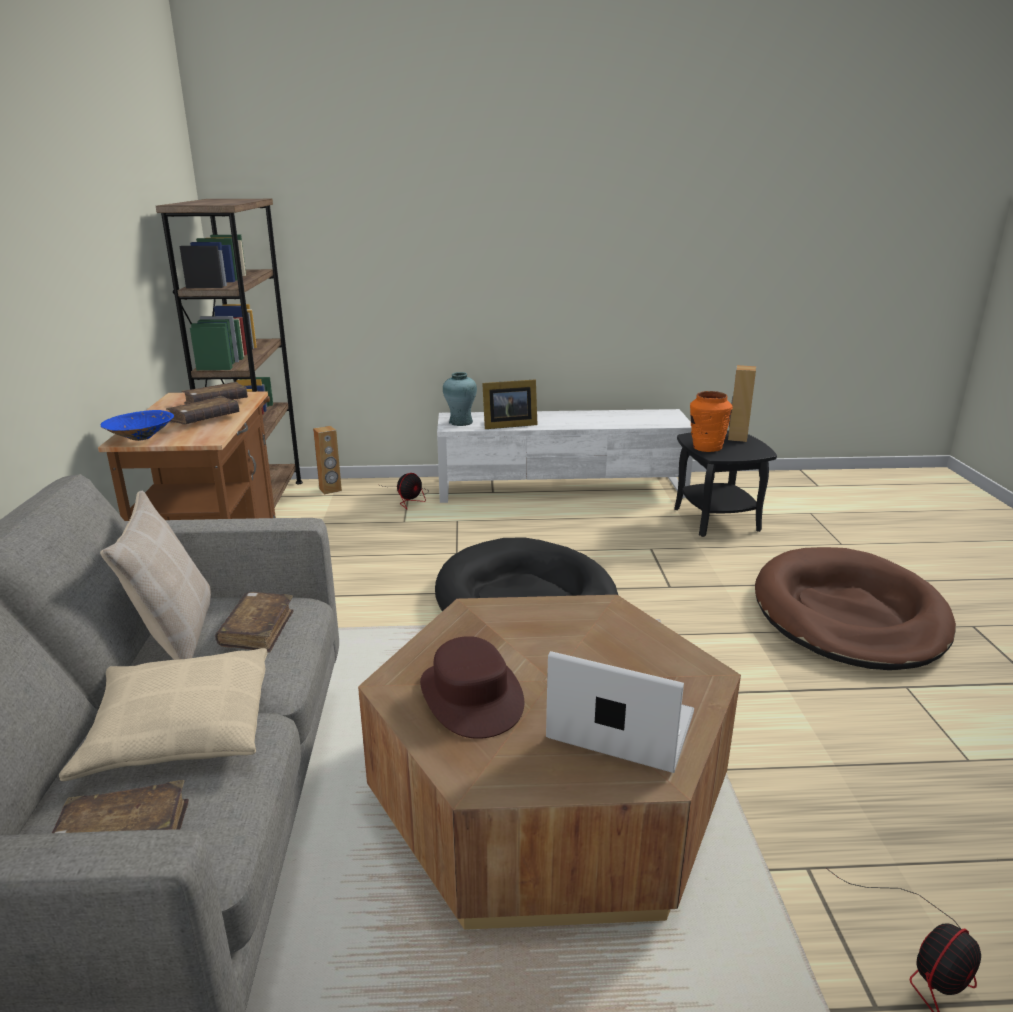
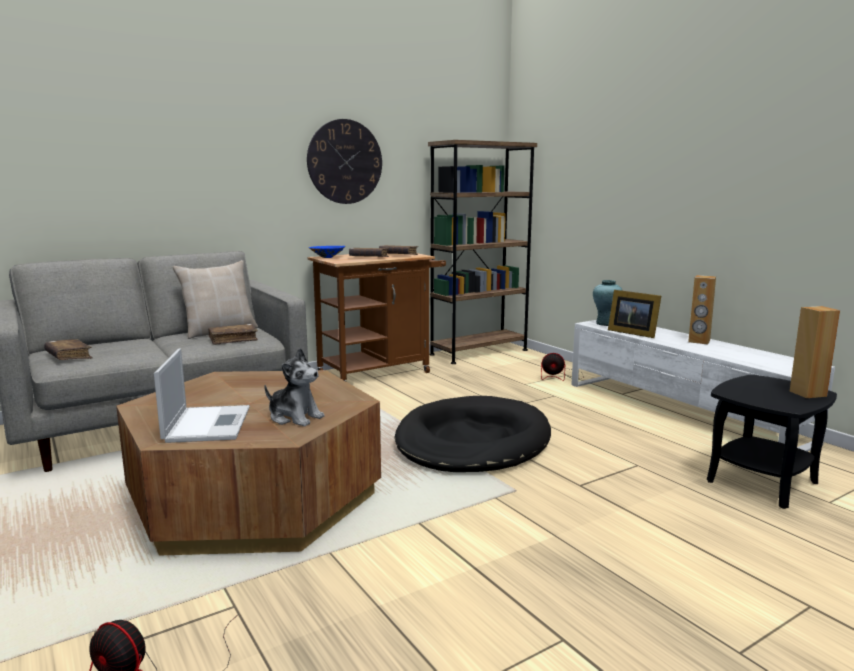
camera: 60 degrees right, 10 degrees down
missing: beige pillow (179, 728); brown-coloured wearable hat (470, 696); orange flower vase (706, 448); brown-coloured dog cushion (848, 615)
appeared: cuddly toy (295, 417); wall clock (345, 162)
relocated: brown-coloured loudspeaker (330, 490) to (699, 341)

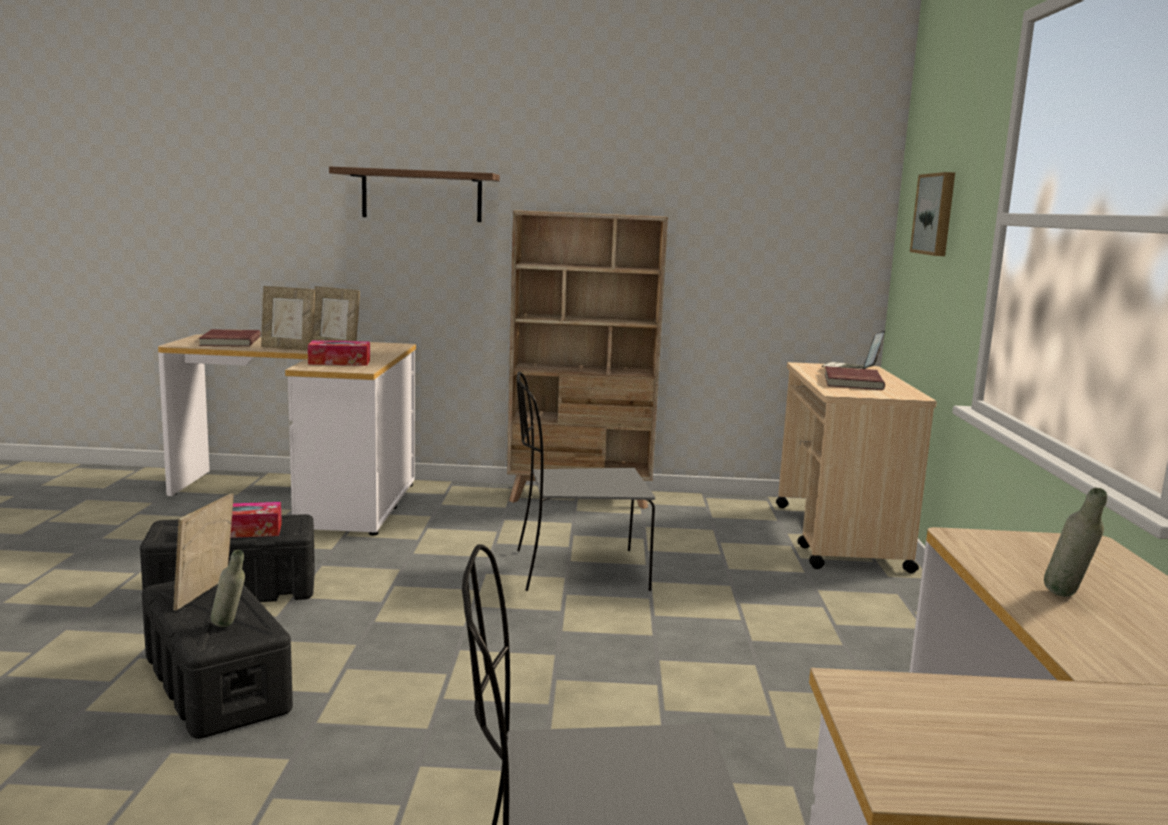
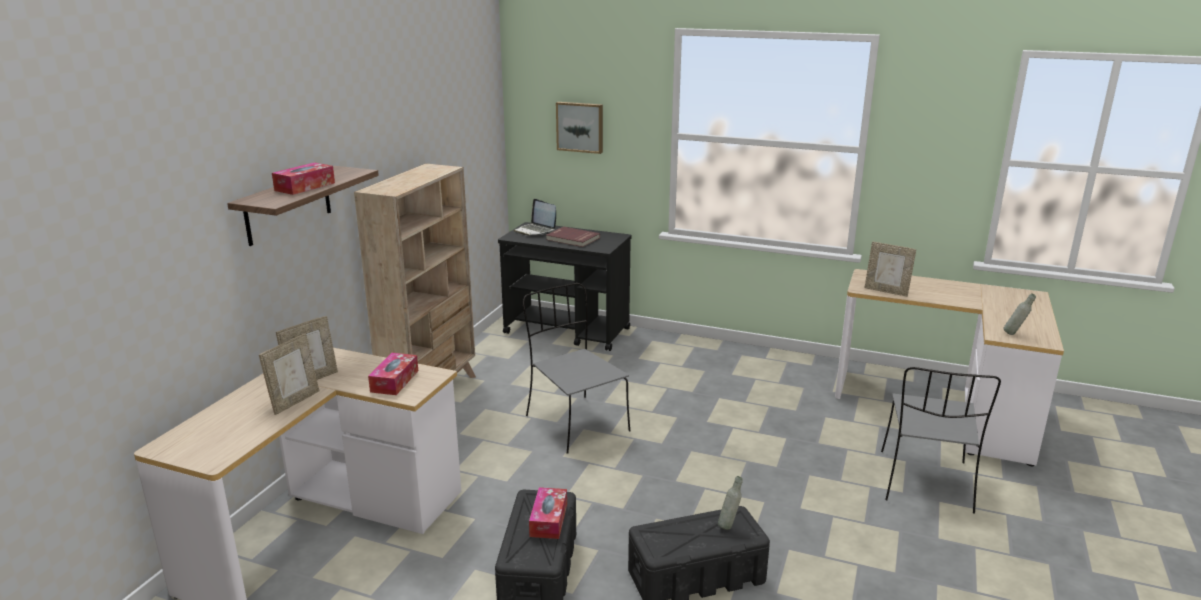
camera: 70 degrees left, 10 degrees up
missing: red volume (229, 341)
appeared: box of tissues (305, 187)
relocated: standing frame (206, 594) to (886, 291); greyish bottle (1067, 598) to (1015, 334)
colour: beige cart (839, 537) to black-coloured cart (568, 331)
spun: greyish chair (576, 570) = (575, 422) 135 degrees clockwise

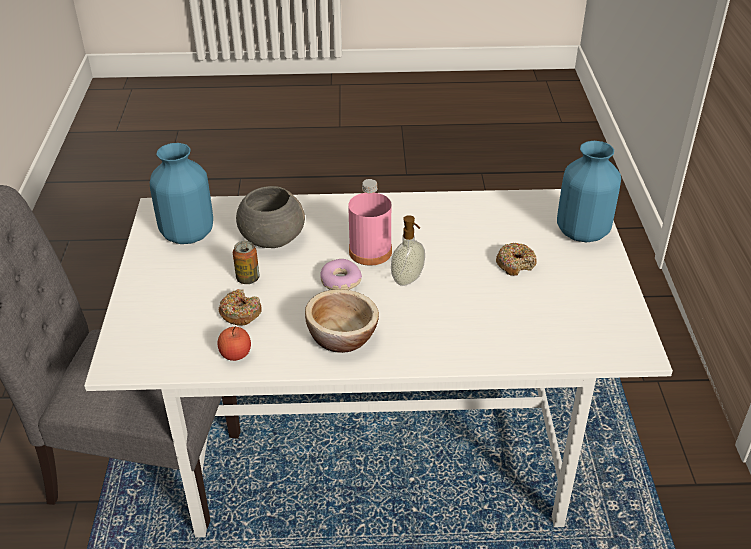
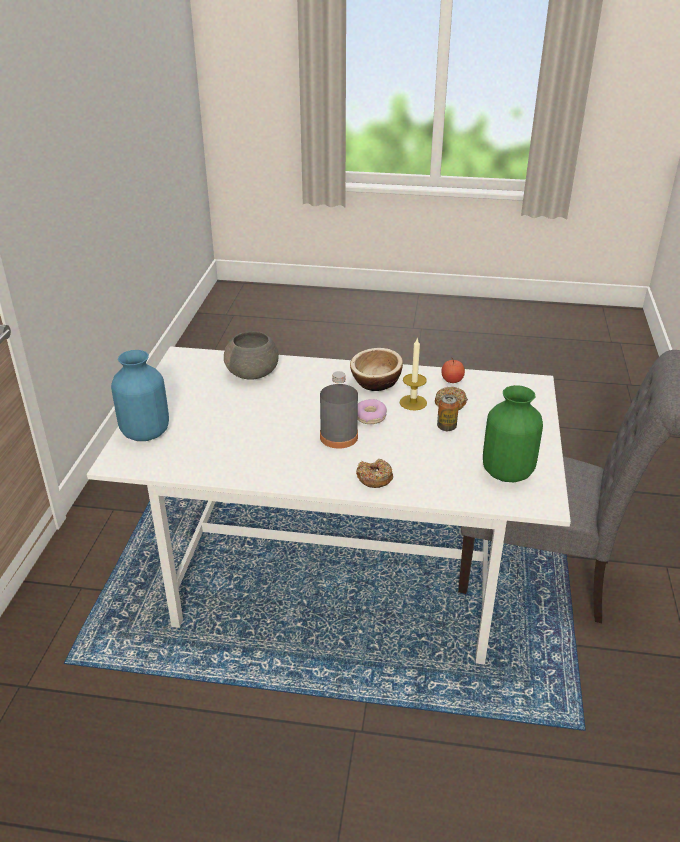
camera: 170 degrees left, 5 degrees down
missing: liquid soap bottle (408, 280)
appeared: candle (413, 402)
relocated: greyish serving bowl (271, 238) to (253, 373); ring doughnut (515, 264) to (374, 478)
colour: blue flower vase (188, 233) to green flower vase (506, 472); pink bottle (370, 252) to greyish bottle (339, 437)

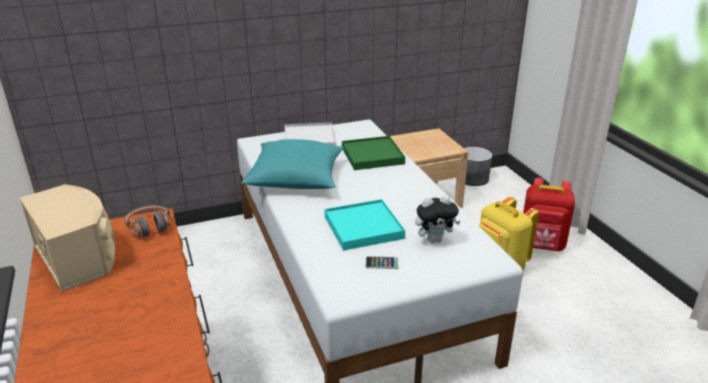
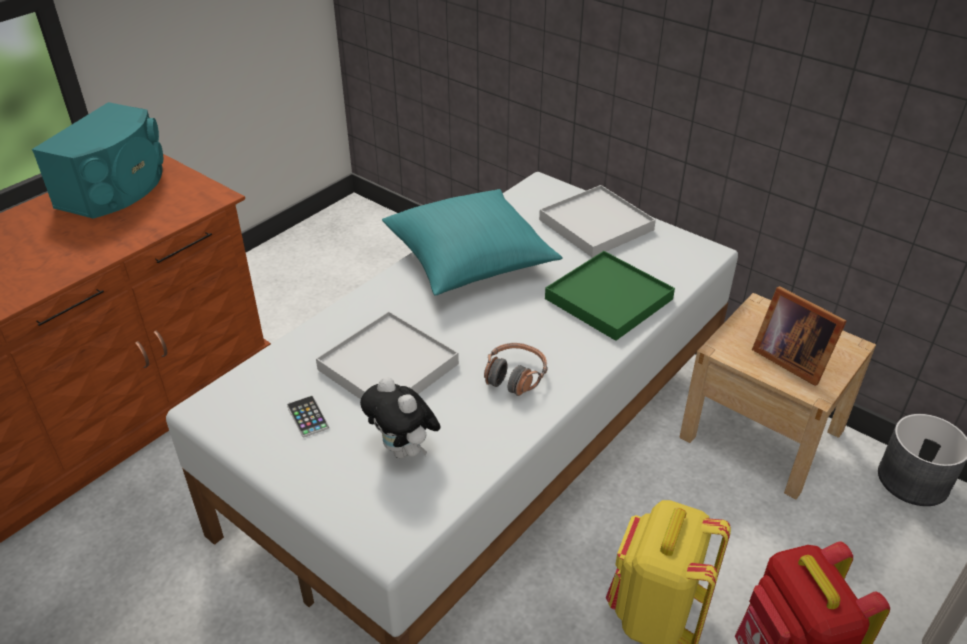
camera: 60 degrees right, 10 degrees up
appeared: standing frame (789, 358)
relocated: headphones (150, 227) to (514, 376)
colour: beige loudspeaker (78, 257) to turquoise-coloured loudspeaker (117, 188); turquoise-coloured serving tray (363, 227) to white serving tray (388, 367)

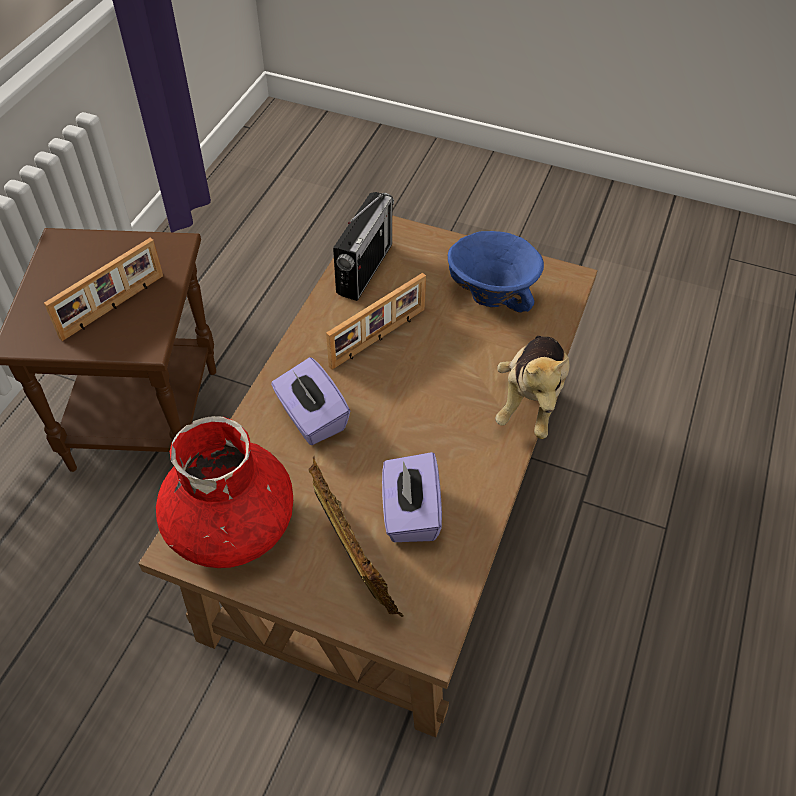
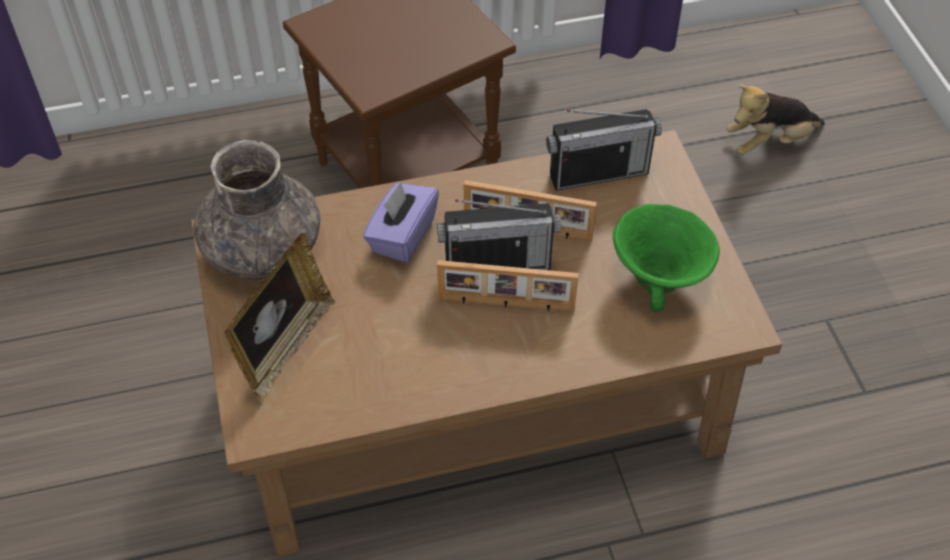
camera: 55 degrees right, 0 degrees up
missing: purple-coloured box of tissues (410, 513)
appeared: radio (497, 264)
relocated: standing frame (114, 307) to (506, 304); cuddly toy (531, 400) to (769, 142)
colour: red flower vase (232, 524) to greyish flower vase (263, 250); blue serving bowl (491, 294) to green serving bowl (660, 278)

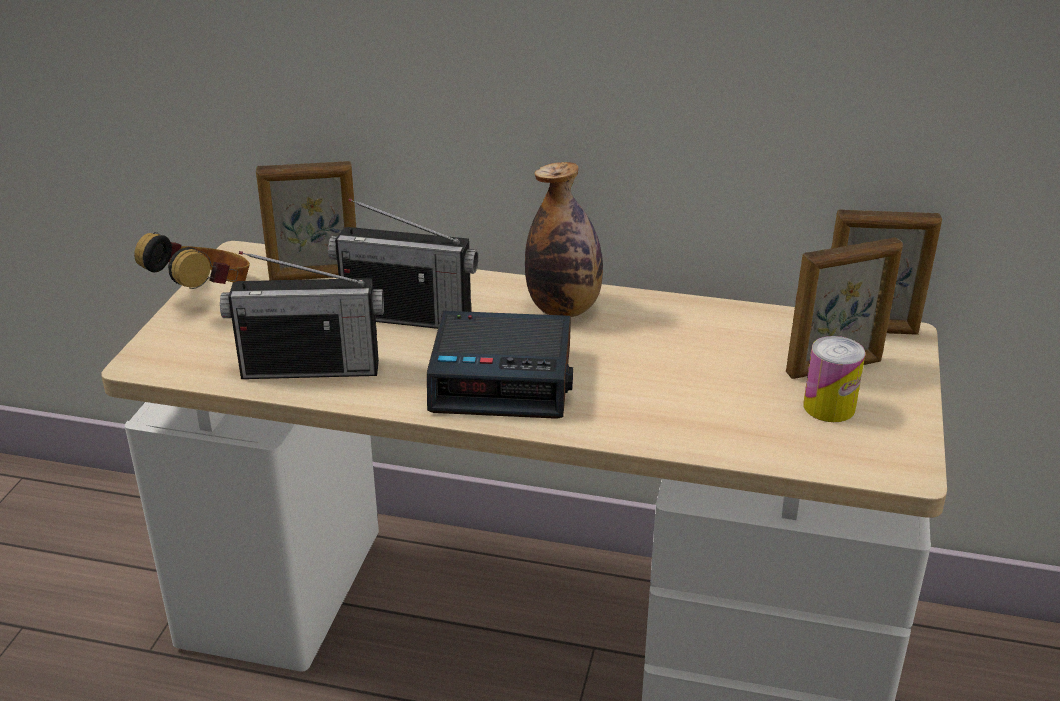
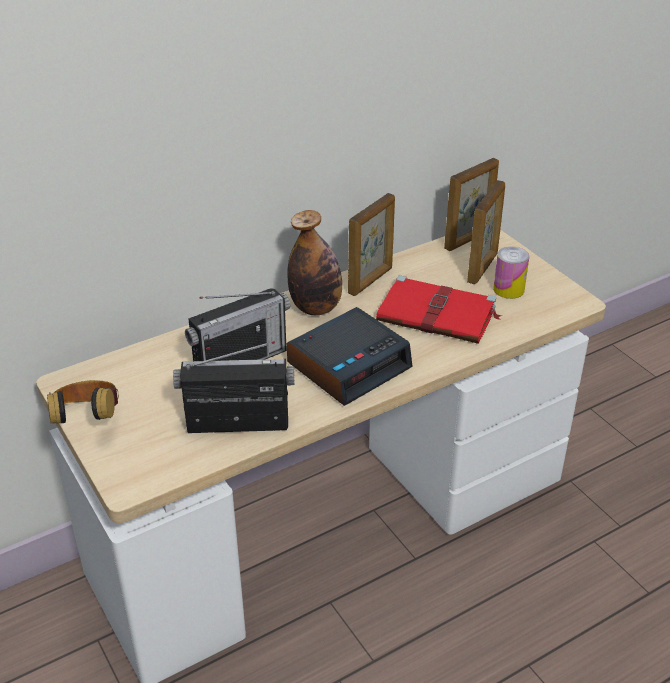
camera: 45 degrees left, 5 degrees up
appeared: red volume (438, 315)
relocated: standing frame (315, 277) to (371, 280)
spun: radio (311, 368) = (237, 423) 135 degrees counterclockwise

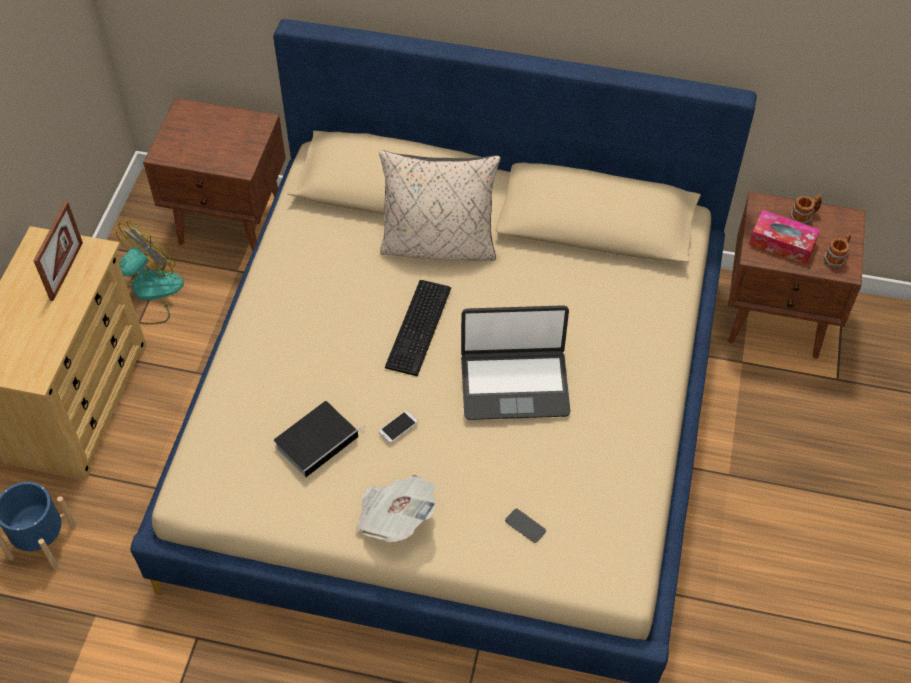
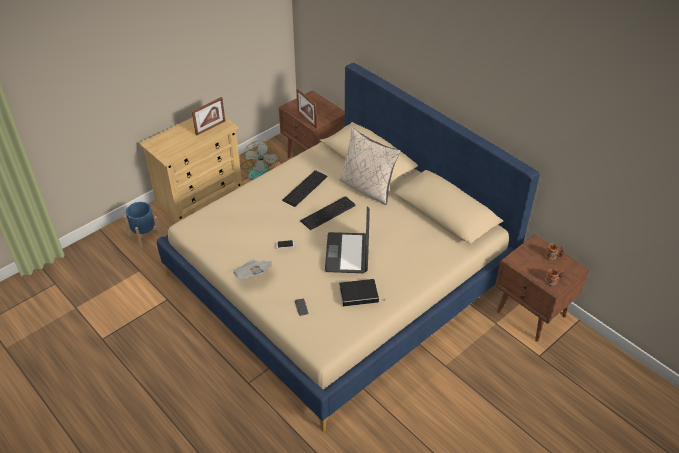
camera: 35 degrees right, 10 degrees down
missing: box of tissues (782, 243)
appeared: computer keyboard (305, 188); standing frame (307, 119)
relocated: volume (318, 440) to (360, 294)
spun: fan (147, 293) = (259, 169) 105 degrees clockwise; portable computer (514, 384) = (348, 253) 60 degrees clockwise

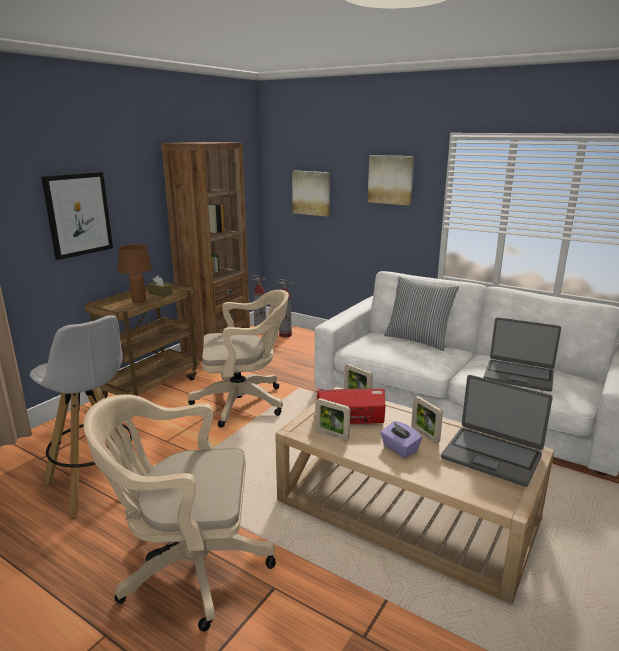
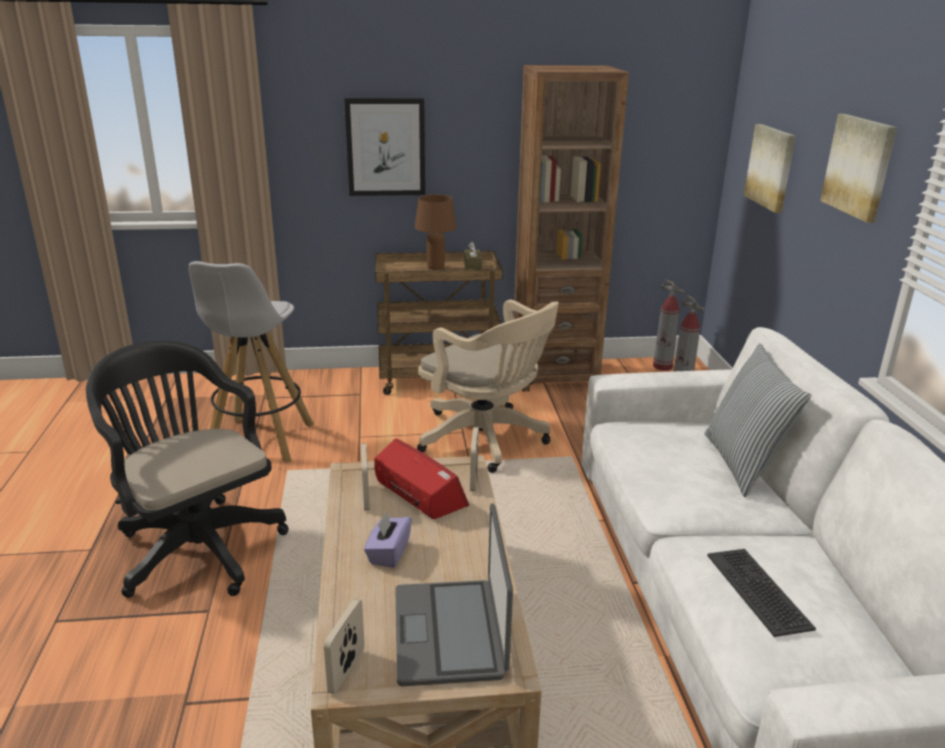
camera: 50 degrees right, 5 degrees up
relocated: standing frame (425, 435) to (346, 671)
exchanged: portable computer (518, 375) to computer keyboard (759, 591)
colour: beige computer chair (187, 566) to black-coloured computer chair (196, 546)

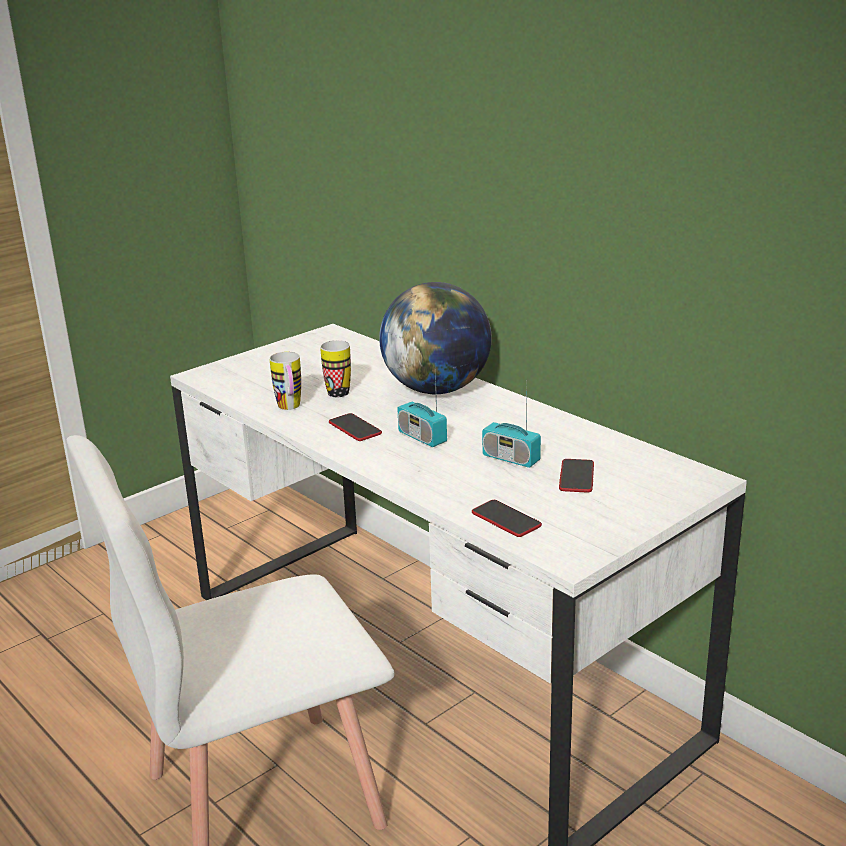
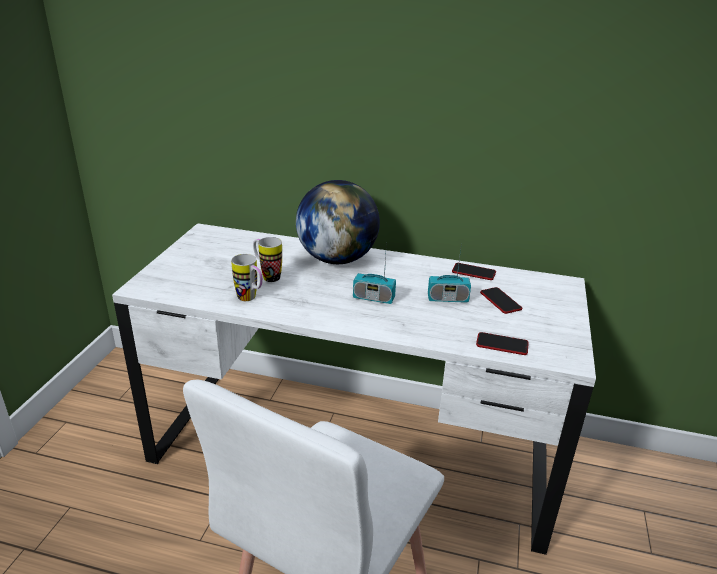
camera: 35 degrees left, 5 degrees up
relocated: handset (355, 428) to (473, 272)

